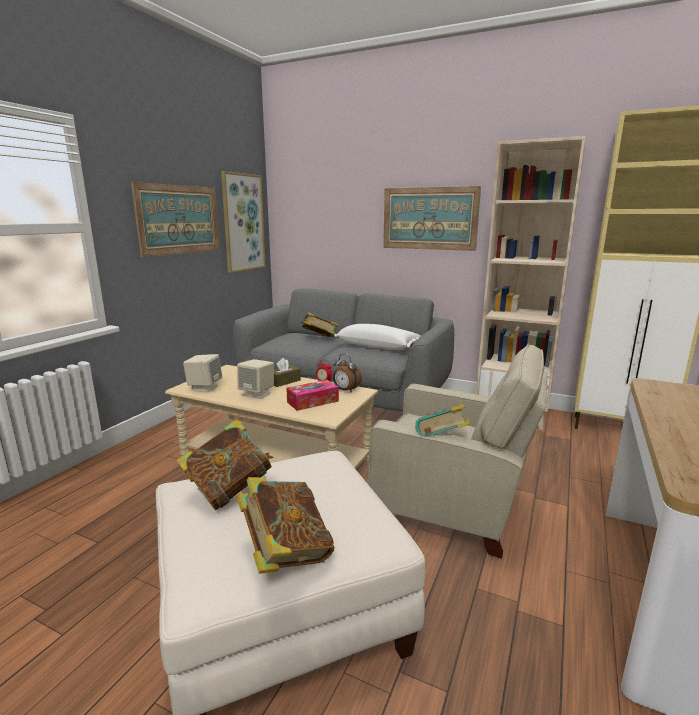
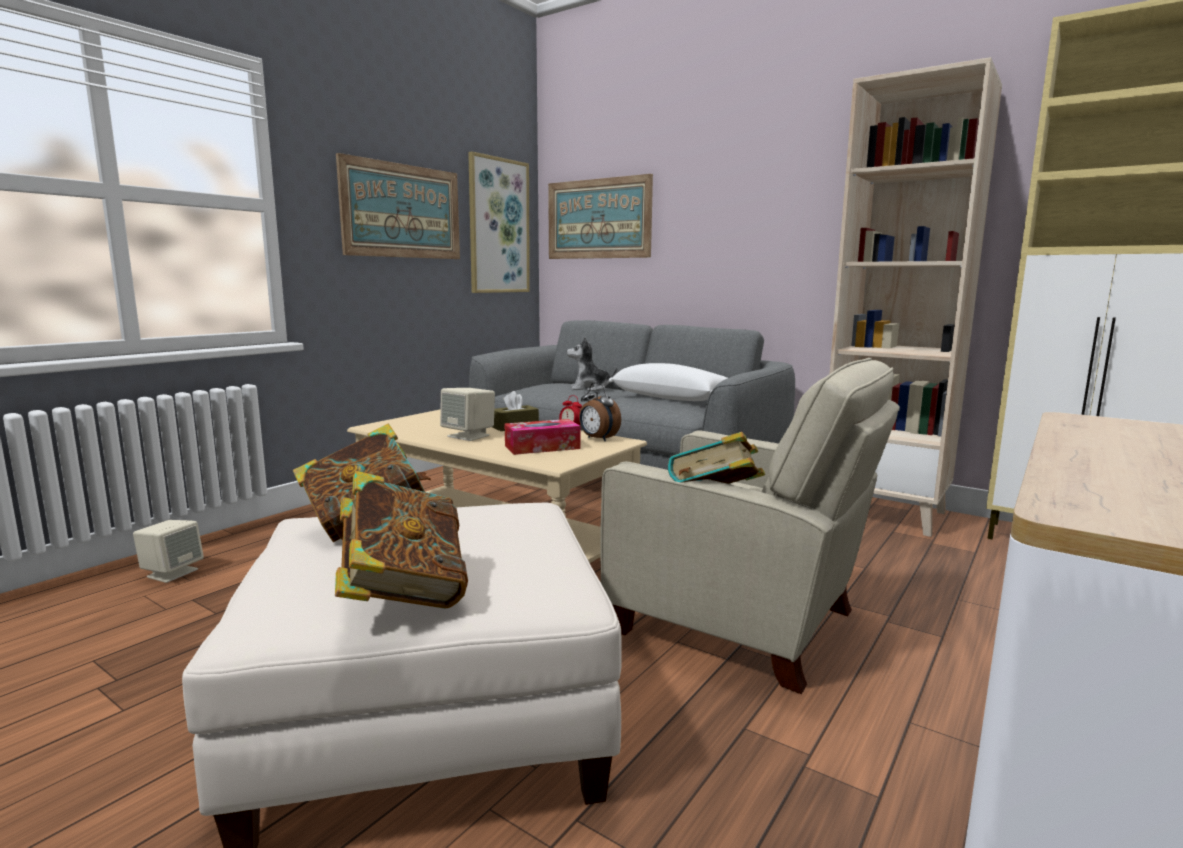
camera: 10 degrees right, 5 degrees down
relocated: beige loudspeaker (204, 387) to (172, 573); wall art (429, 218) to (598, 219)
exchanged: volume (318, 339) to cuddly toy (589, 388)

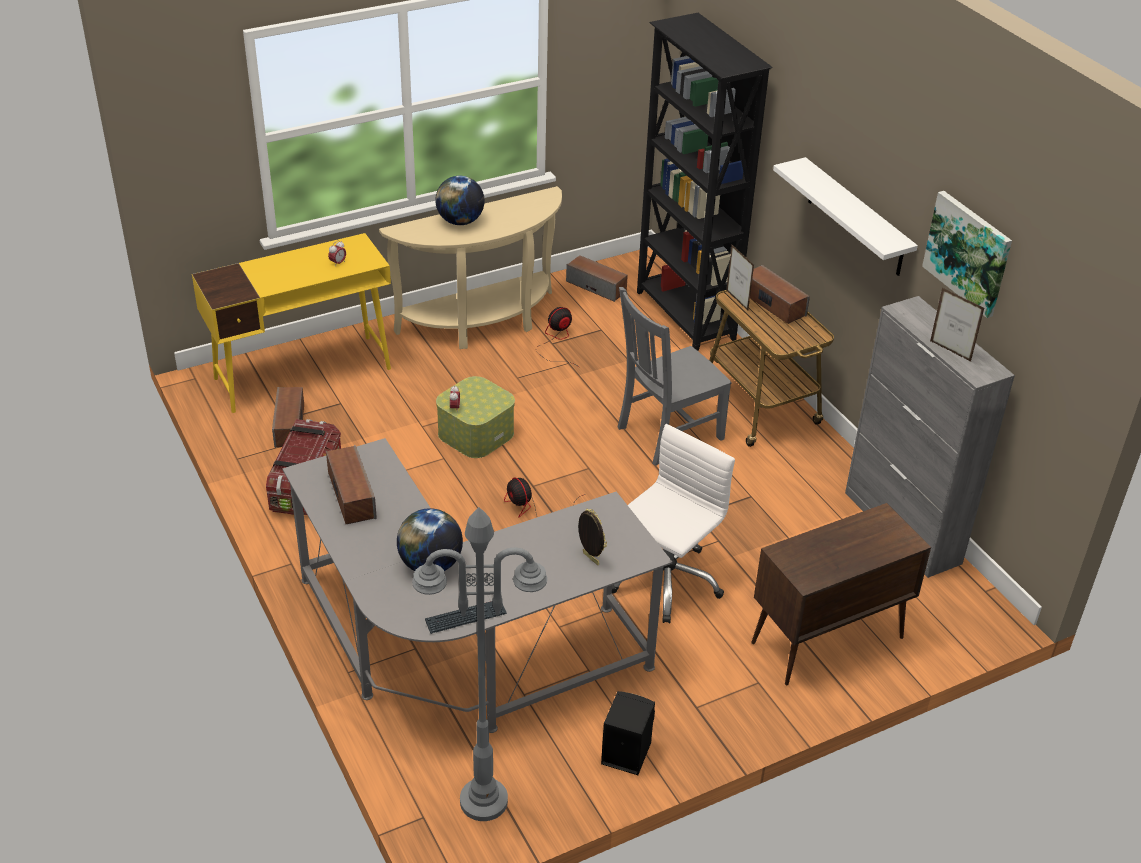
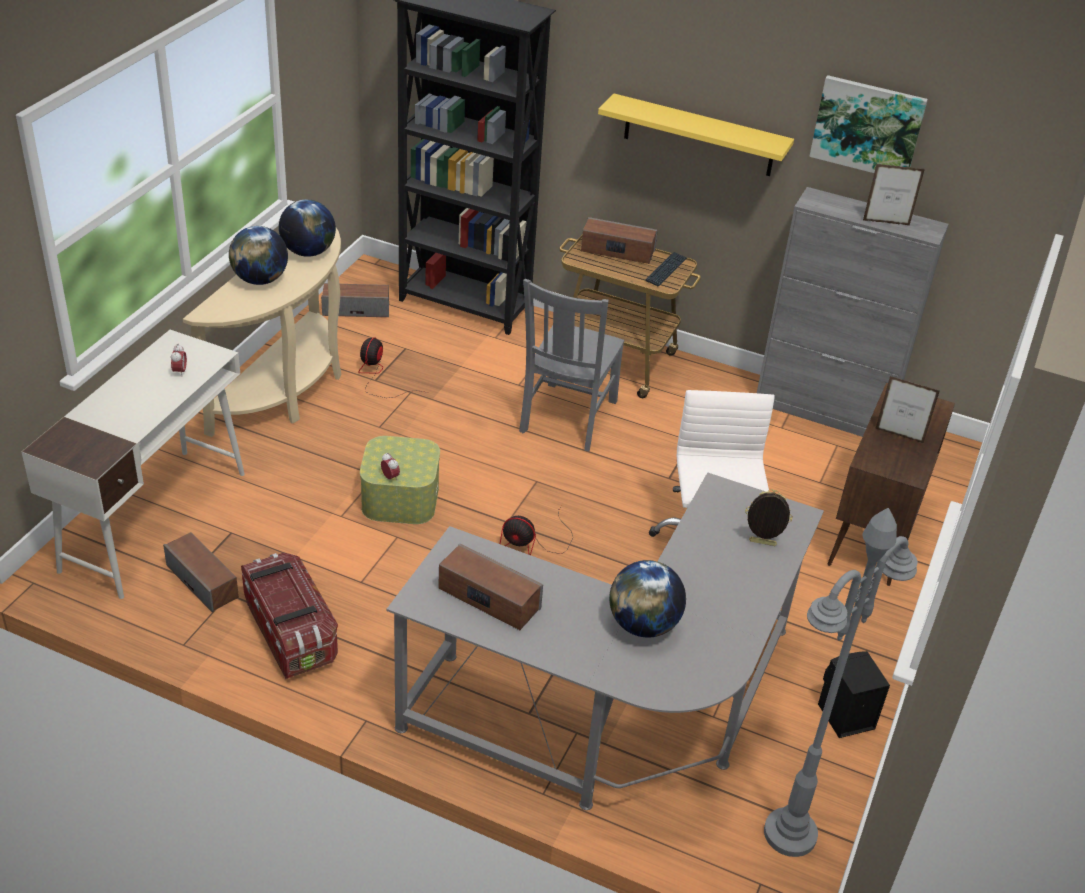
camera: 40 degrees left, 0 degrees up
appeared: world globe (308, 252)
relocated: computer keyboard (466, 617) to (666, 270); standing frame (737, 300) to (899, 436)
colour: yellowish desk unit (303, 373) to white desk unit (155, 520); white bracket shelf (856, 218) to yellowish bracket shelf (699, 136)

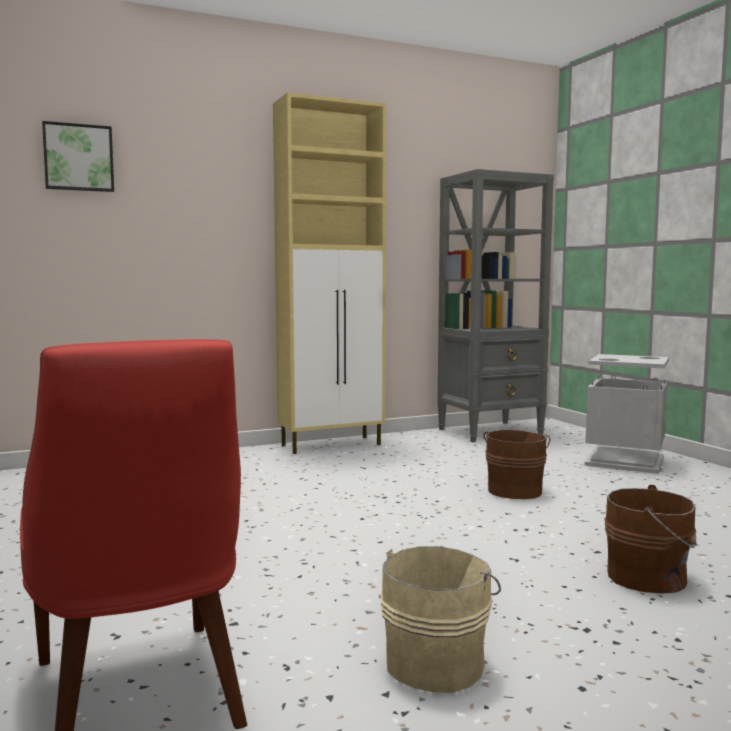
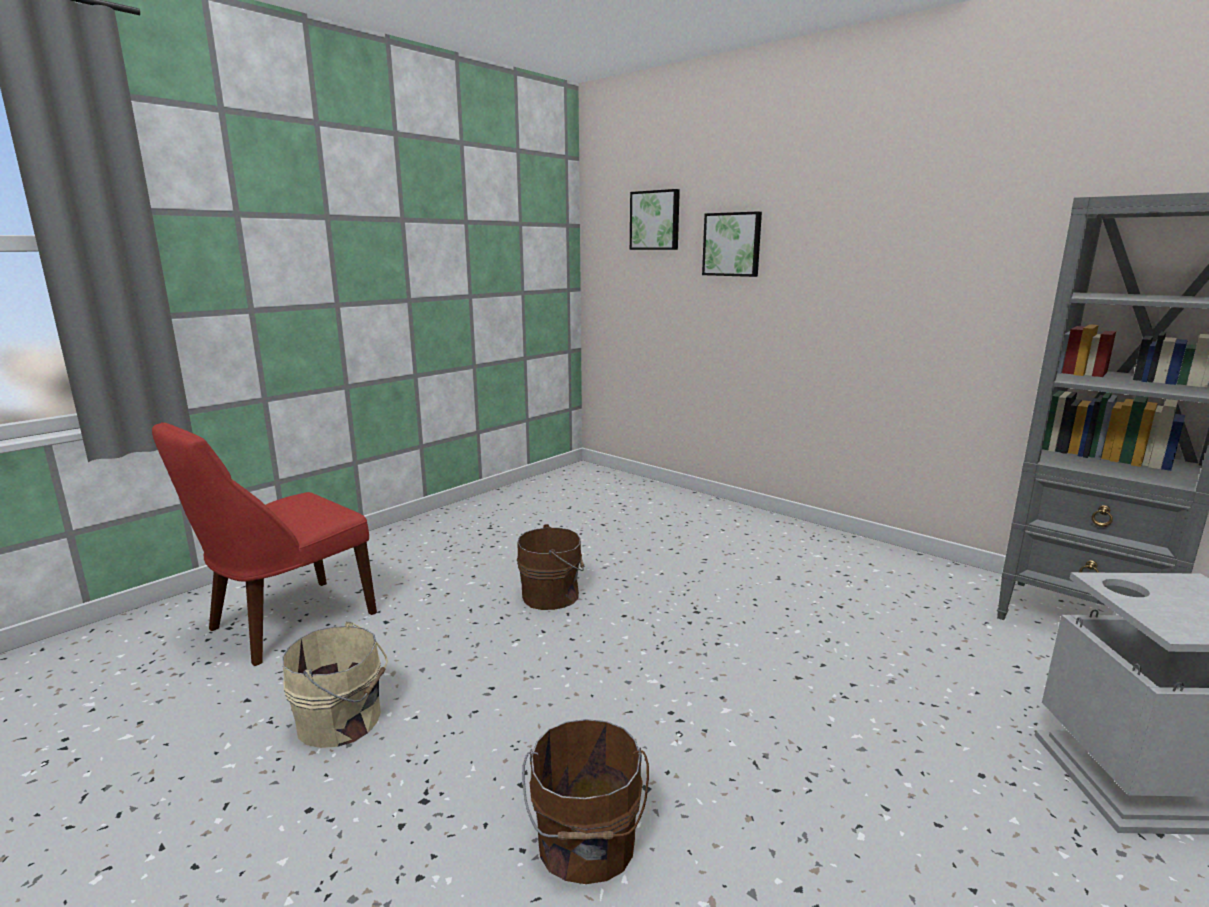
camera: 65 degrees right, 10 degrees up
missing: beige cupboard (332, 445)
appeared: wall art (732, 244)
relocated: brown-coloured bucket (515, 490) to (553, 595)

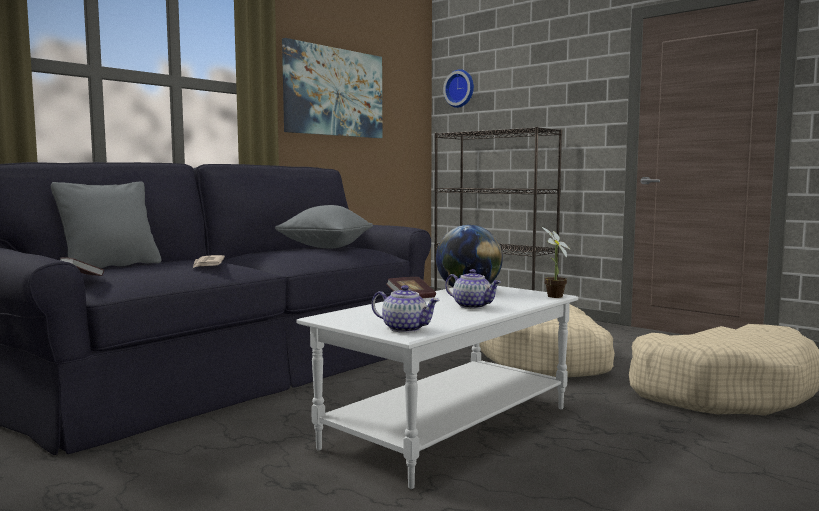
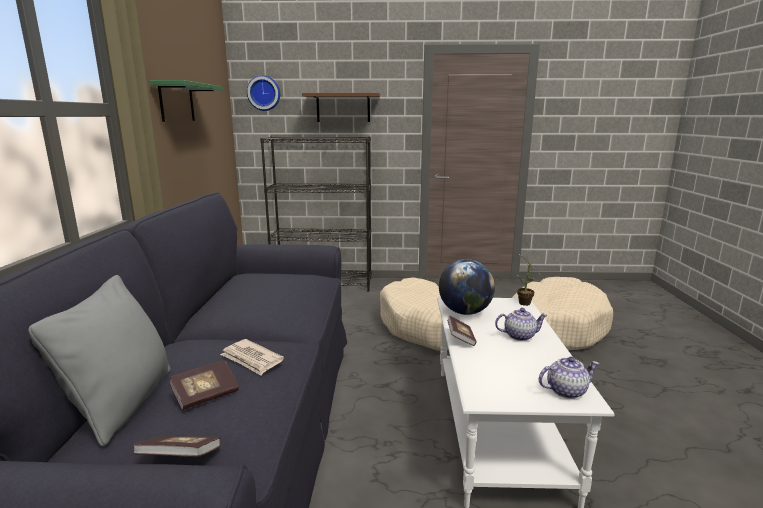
camera: 40 degrees left, 10 degrees up
missing: greyish pillow (325, 247)
appeared: volume (206, 395); brown-coloured bracket shelf (343, 108)
exchanged: wall art (334, 92) to green bracket shelf (177, 102)

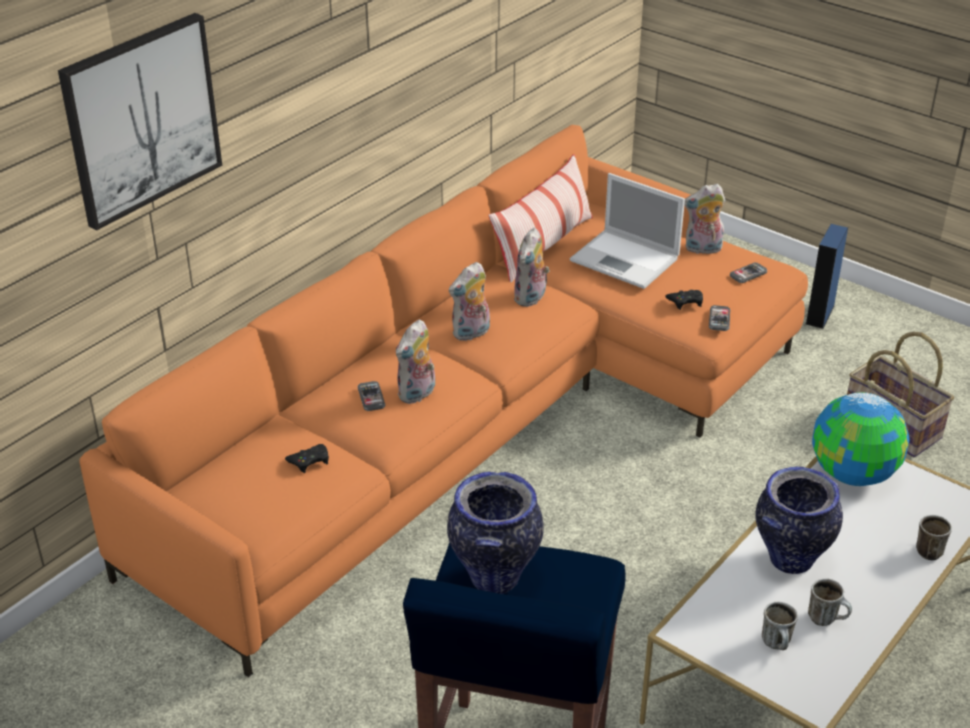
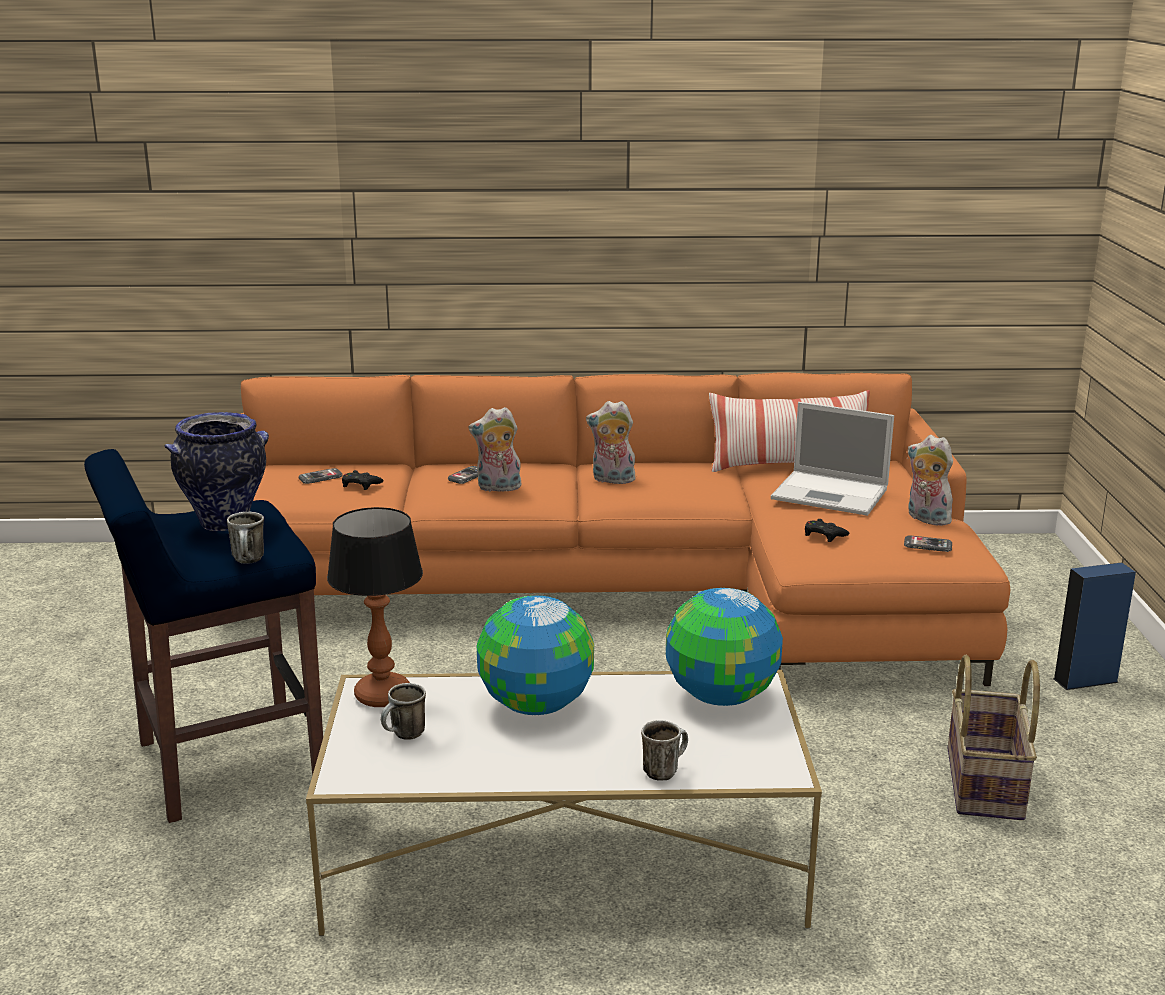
camera: 50 degrees right, 15 degrees down
missing: wall art (141, 119); cuddly toy (531, 298)
appeared: table lamp (384, 695)
relocated: handset (719, 319) to (320, 477); coffee mug (827, 619) to (250, 561)
exchanged: flower vase (790, 561) to world globe (535, 705)
spun: portable computer (626, 260) = (832, 494) 60 degrees counterclockwise

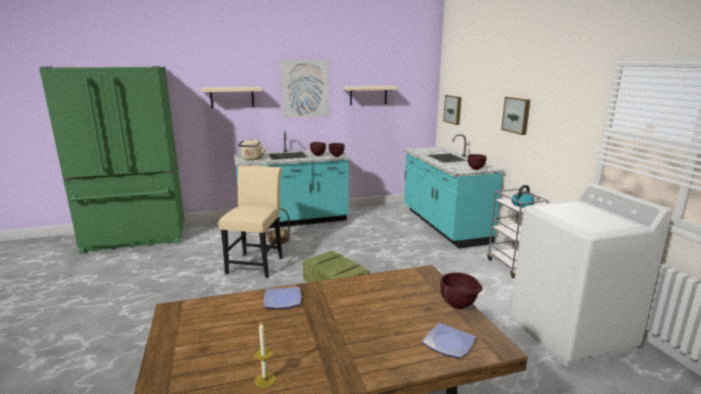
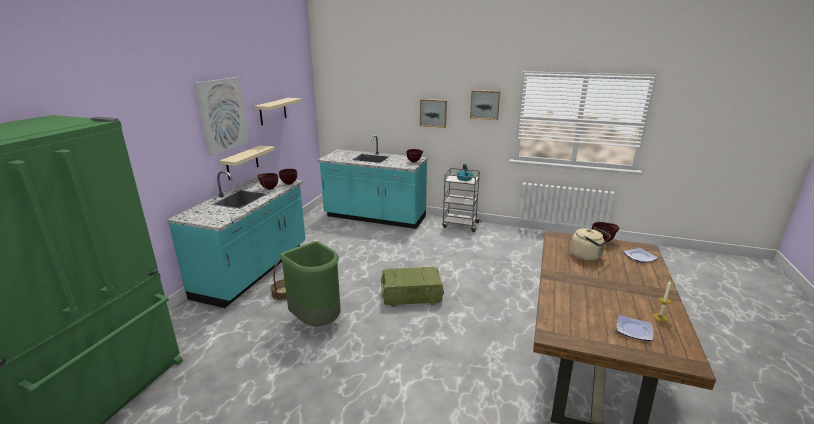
camera: 55 degrees left, 5 degrees up
missing: white washing machine (570, 333)
relocated: beige bracket shelf (232, 97) to (242, 162); beige tea kettle (252, 159) to (587, 256); dinner plate (283, 300) to (634, 330); wall art (453, 109) to (485, 104)
exchanged: beige chair (257, 263) to green trash can (317, 321)

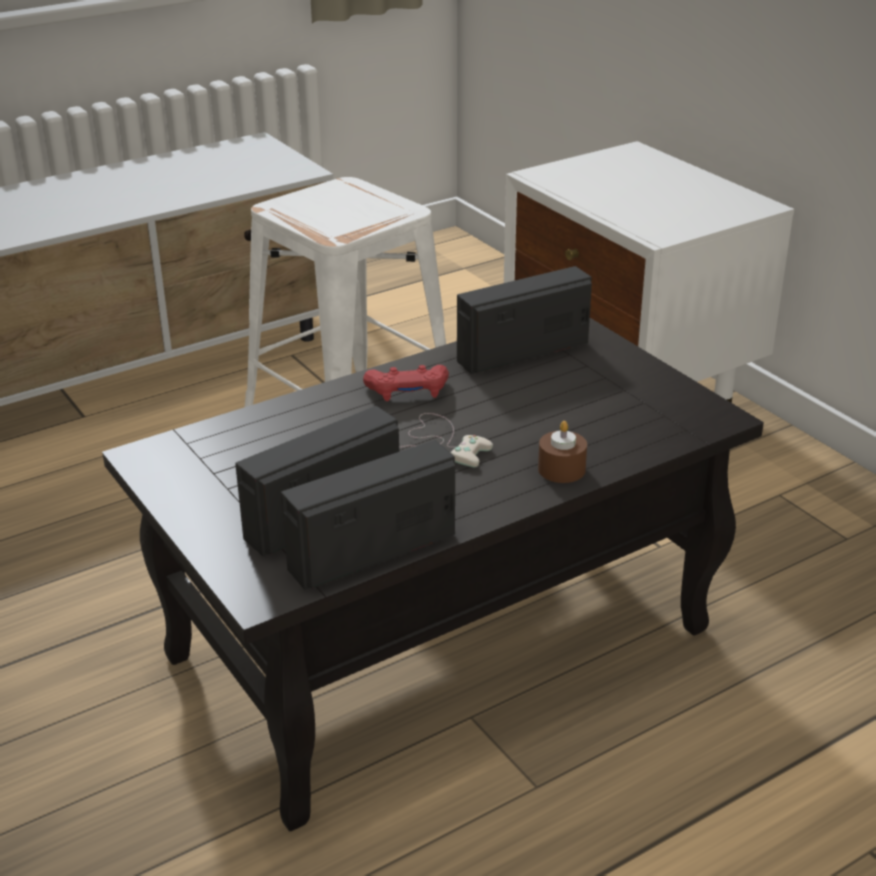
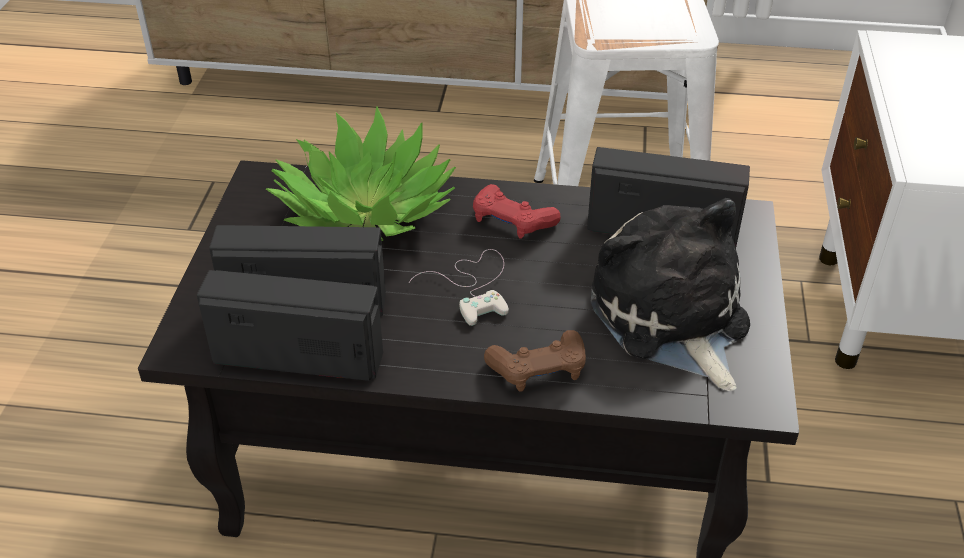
camera: 40 degrees right, 10 degrees up
appeared: houseplant (365, 211); cuddly toy (671, 318)
exchanged: brown-coloured candle (561, 469) to brown-coloured game controller (538, 370)

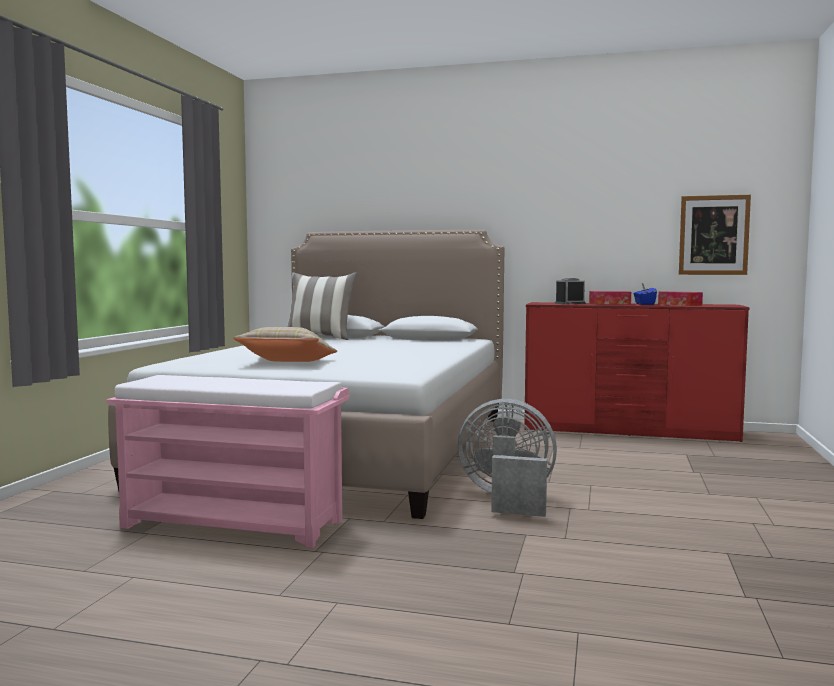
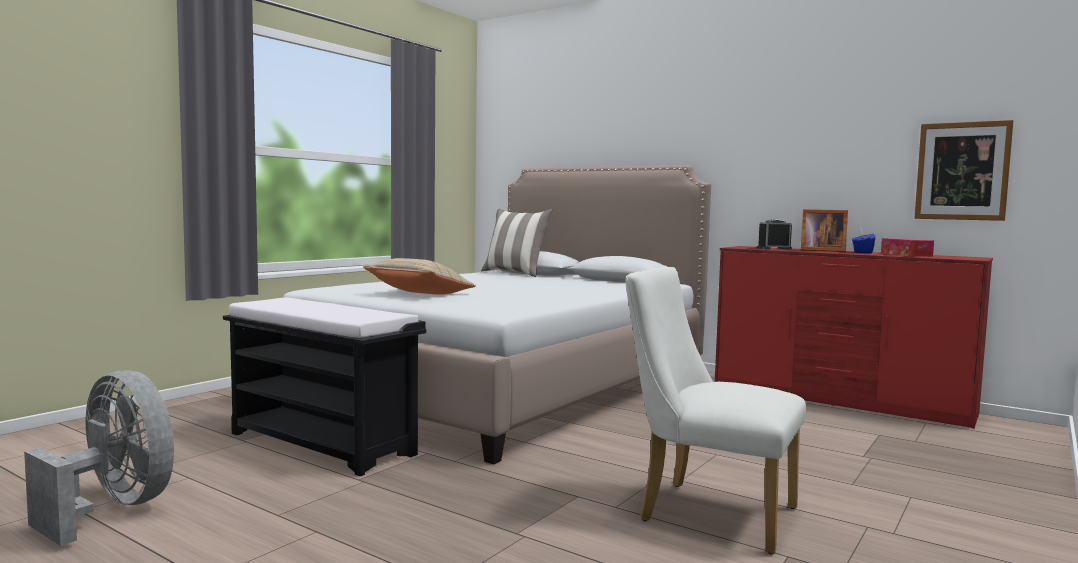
camera: 20 degrees right, 0 degrees up
appeared: white chair (706, 512)
relocated: greyish fan (507, 500) to (114, 508)
exchanged: box of tissues (609, 304) to standing frame (820, 250)
colour: pink indoor bench (235, 524) to black-coloured indoor bench (323, 443)

